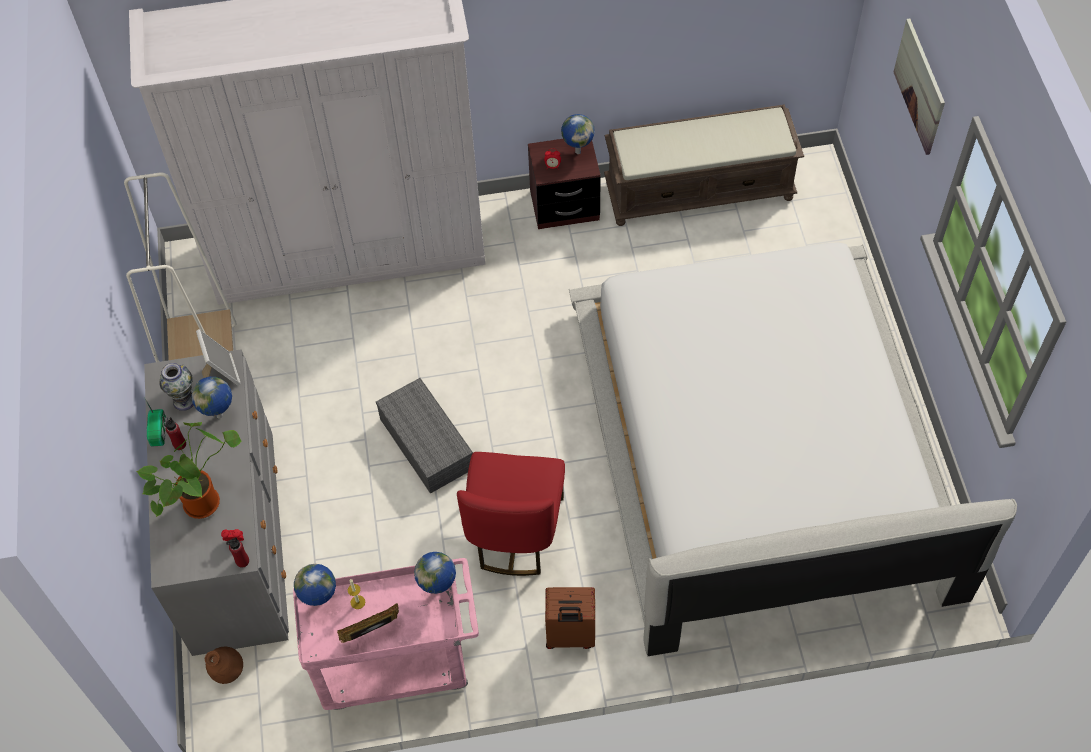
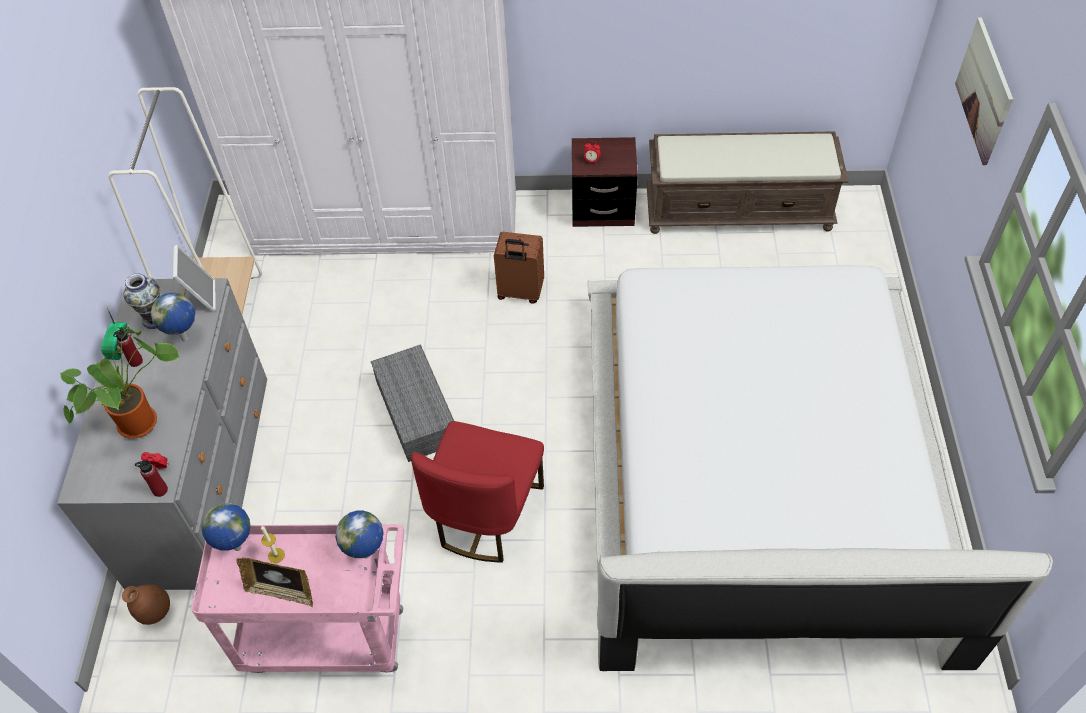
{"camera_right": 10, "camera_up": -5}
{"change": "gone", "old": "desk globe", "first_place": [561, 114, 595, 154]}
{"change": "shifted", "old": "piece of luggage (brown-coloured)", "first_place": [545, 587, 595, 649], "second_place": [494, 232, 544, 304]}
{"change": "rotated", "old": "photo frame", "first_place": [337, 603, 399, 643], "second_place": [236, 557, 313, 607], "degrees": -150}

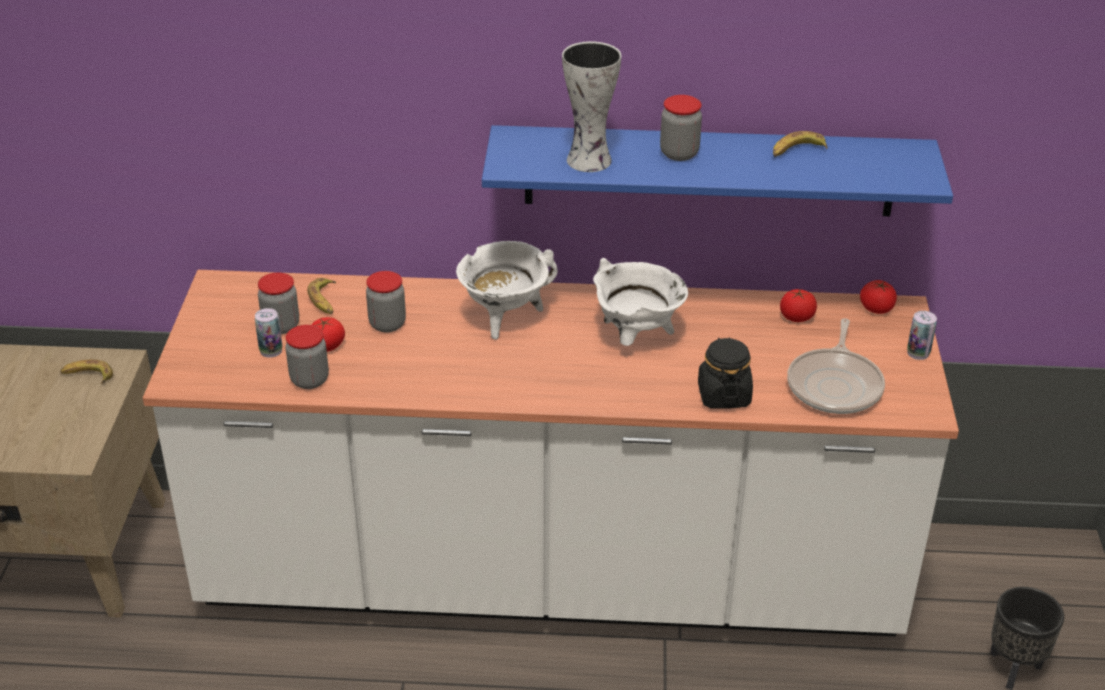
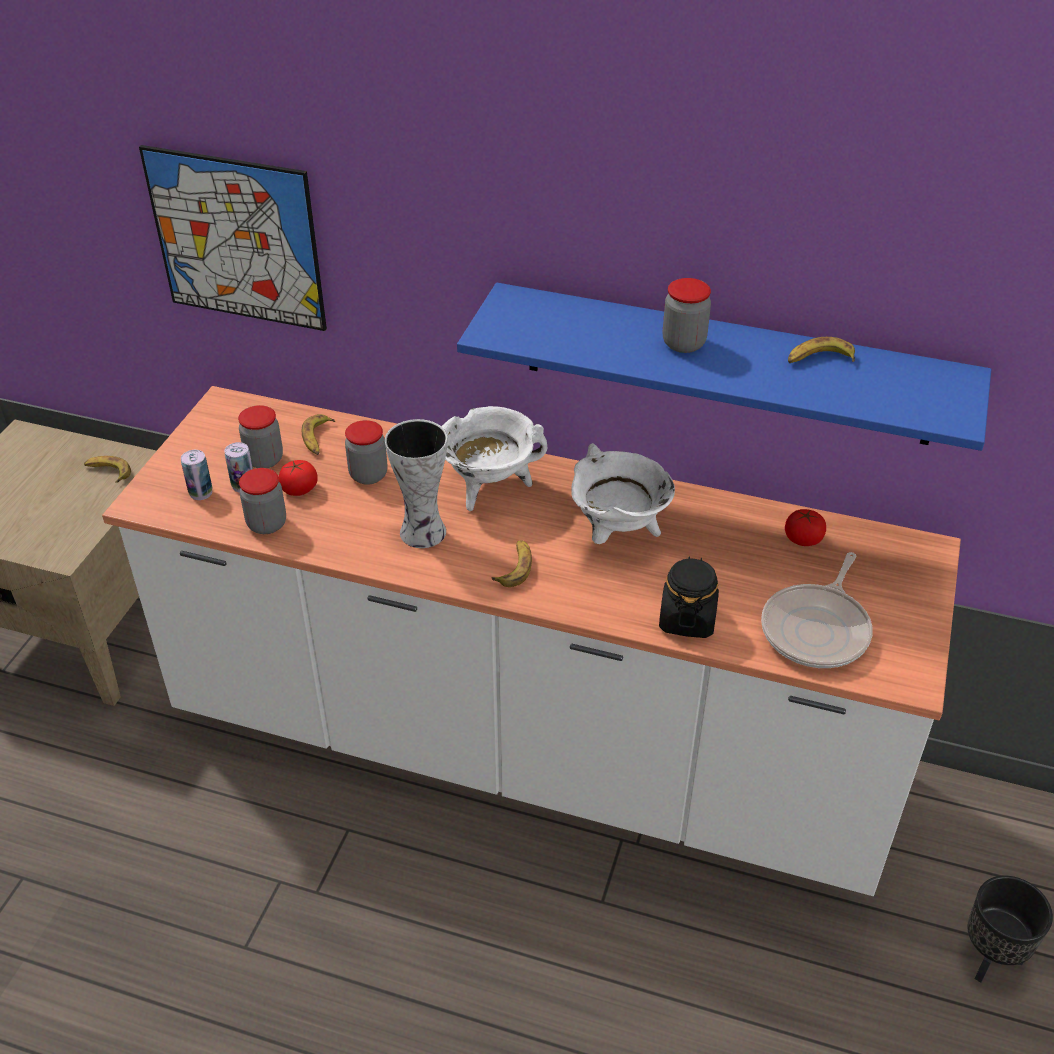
{"camera_right": 15, "camera_up": 5}
{"change": "gone", "old": "fresh tomato", "first_place": [860, 280, 897, 314]}
{"change": "new", "new": "wall art", "second_place": [139, 145, 327, 331]}
{"change": "new", "new": "banana fruit", "second_place": [491, 540, 532, 587]}
{"change": "shifted", "old": "flower vase", "first_place": [562, 41, 622, 172], "second_place": [385, 419, 447, 548]}
{"change": "shifted", "old": "metal can", "first_place": [907, 311, 937, 360], "second_place": [181, 450, 212, 500]}

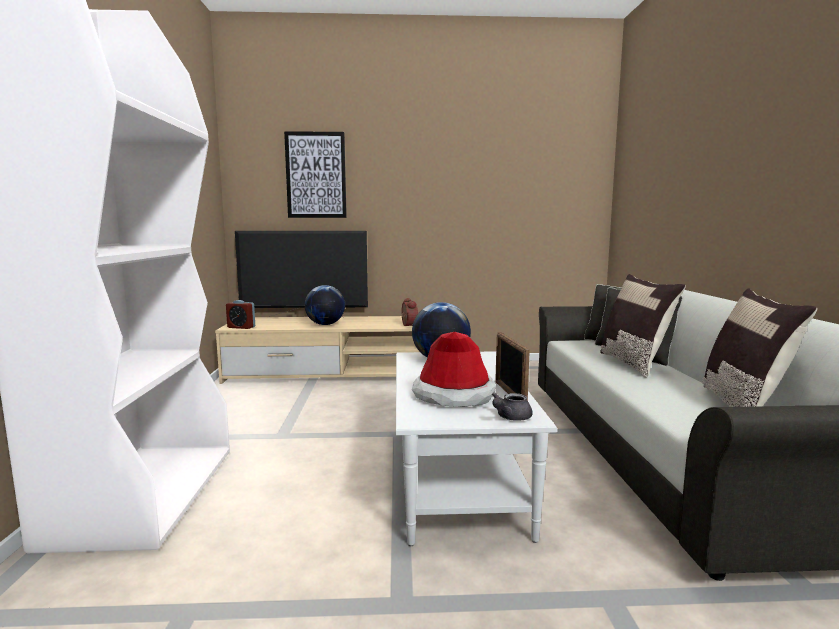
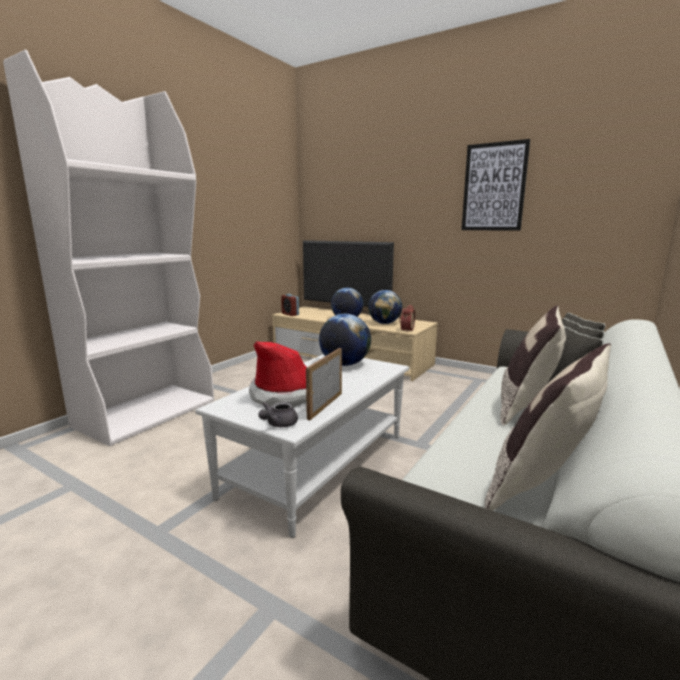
{"camera_right": 35, "camera_up": 5}
{"change": "new", "new": "desk globe", "second_place": [368, 290, 402, 324]}
{"change": "shifted", "old": "wall art", "first_place": [284, 131, 347, 218], "second_place": [462, 139, 530, 231]}
{"change": "rotated", "old": "tea pot (greyish)", "first_place": [492, 392, 533, 421], "second_place": [258, 402, 298, 427], "degrees": -45}

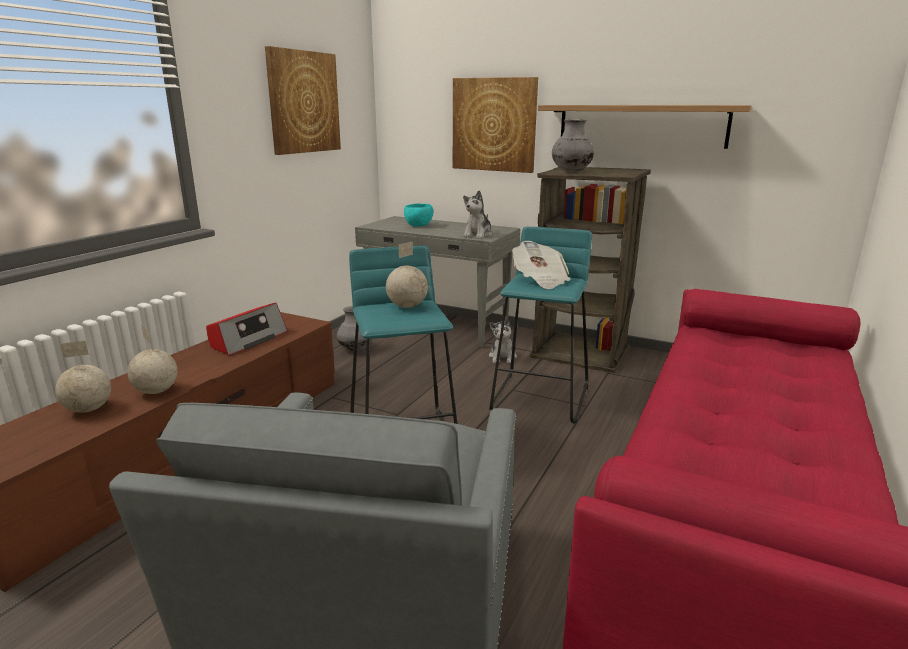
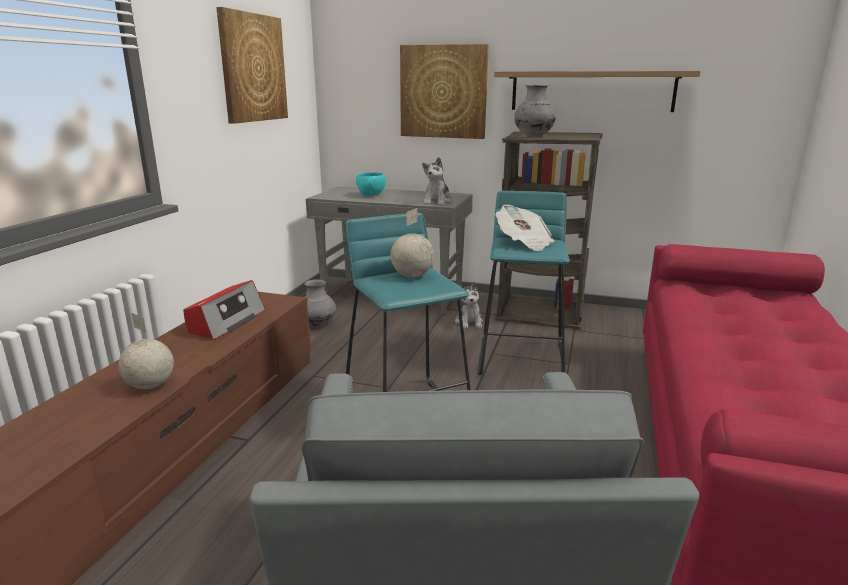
{"camera_right": -10, "camera_up": 0}
{"change": "gone", "old": "desk globe", "first_place": [55, 341, 111, 413]}

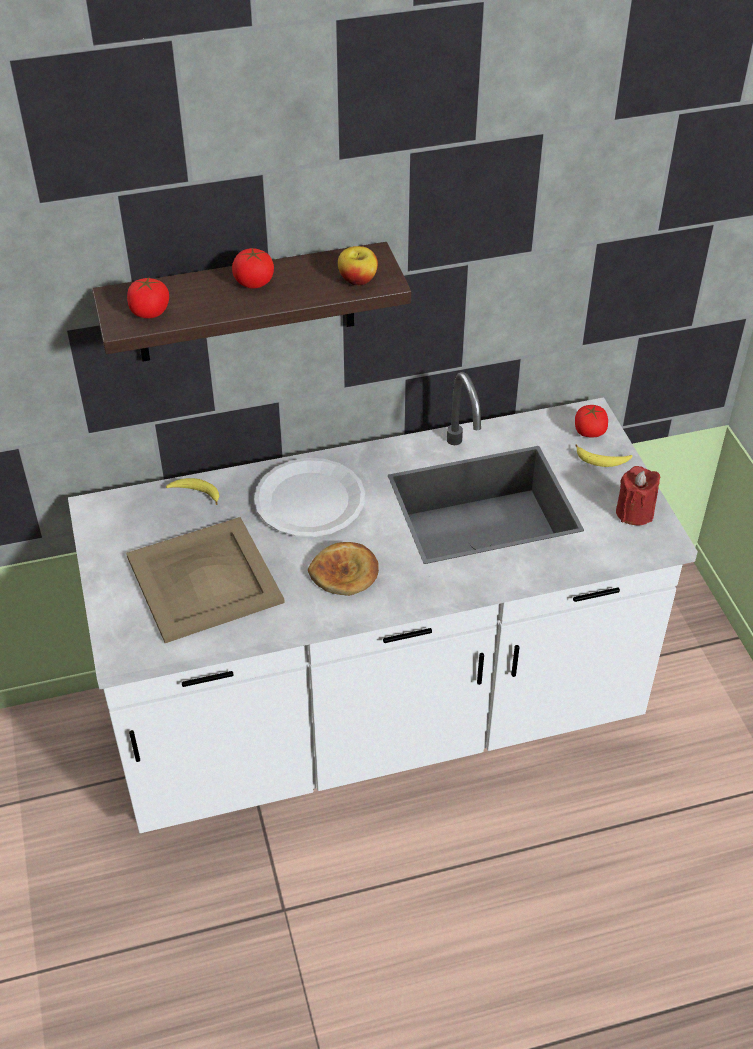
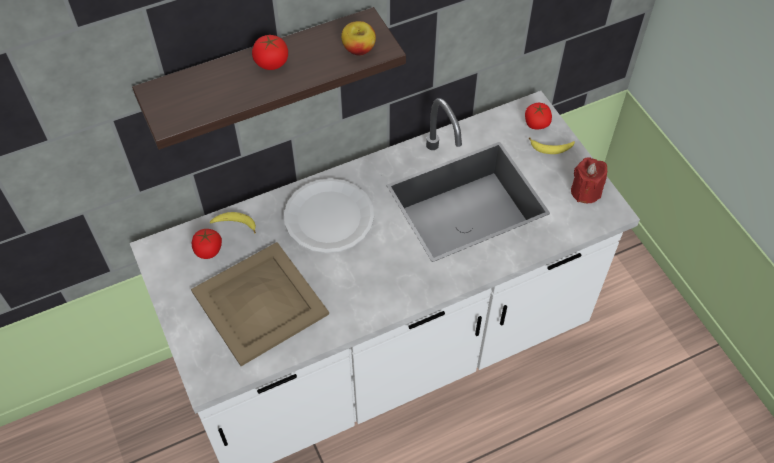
{"camera_right": -10, "camera_up": 10}
{"change": "gone", "old": "bread", "first_place": [308, 542, 379, 596]}
{"change": "shifted", "old": "fresh tomato", "first_place": [127, 277, 169, 319], "second_place": [192, 229, 222, 259]}

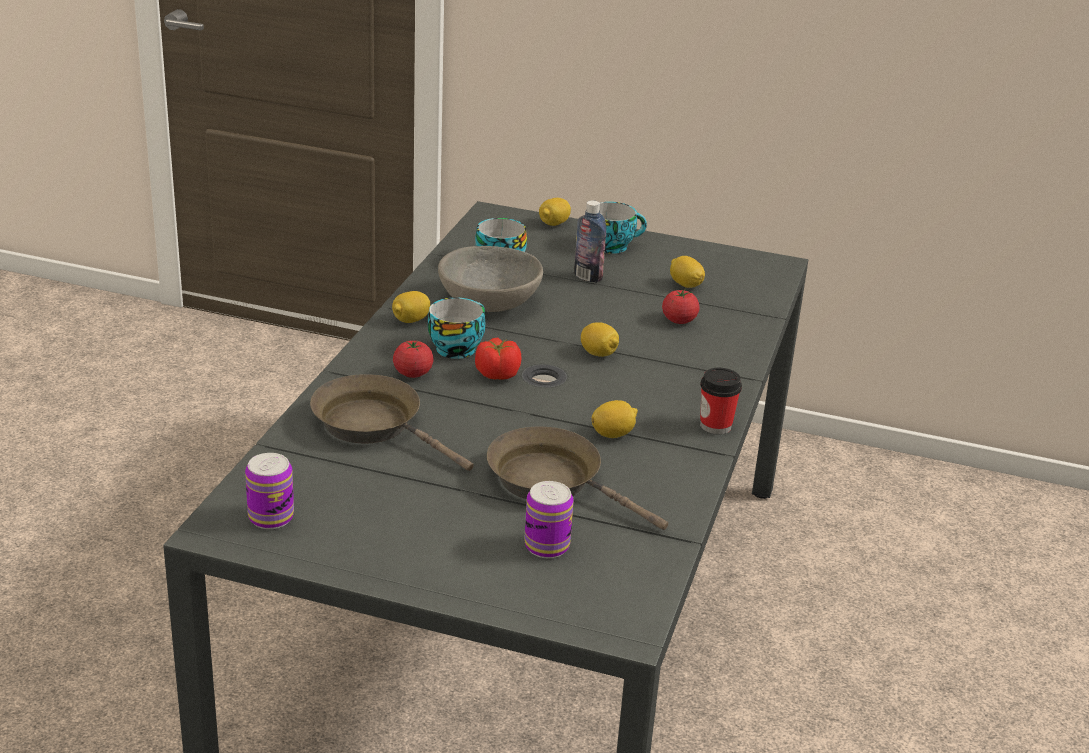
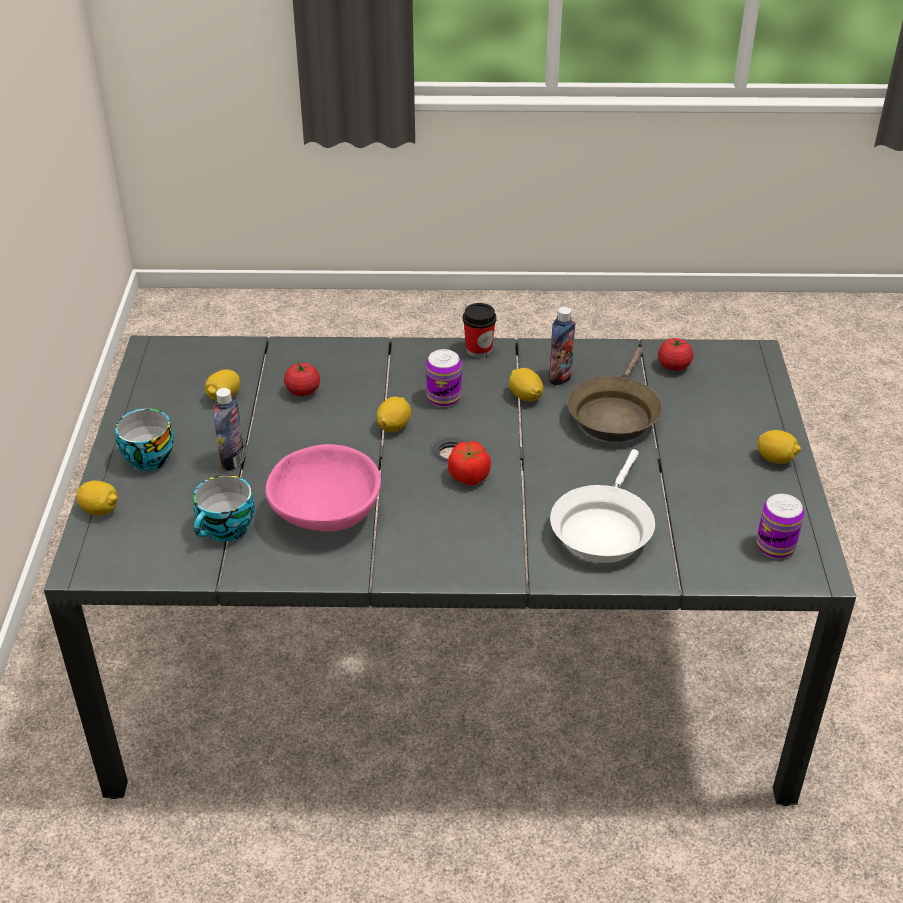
{"camera_right": -105, "camera_up": 10}
{"change": "gone", "old": "small cup", "first_place": [428, 298, 485, 359]}
{"change": "new", "new": "drink bottle", "second_place": [549, 307, 576, 386]}
{"change": "shifted", "old": "citrus fruit", "first_place": [392, 291, 430, 323], "second_place": [757, 430, 801, 464]}
{"change": "shifted", "old": "fresh tomato", "first_place": [393, 341, 434, 378], "second_place": [658, 338, 694, 371]}
{"change": "shifted", "old": "metal can", "first_place": [524, 481, 574, 558], "second_place": [426, 349, 461, 407]}
{"change": "repainted", "old": "skillet (brown-coloured)", "new": "skillet (whitish)", "first_place": [310, 374, 474, 471], "second_place": [550, 449, 655, 563]}
{"change": "repainted", "old": "deep dish (greyish)", "new": "deep dish (pinkish)", "first_place": [438, 246, 543, 312], "second_place": [265, 444, 381, 532]}

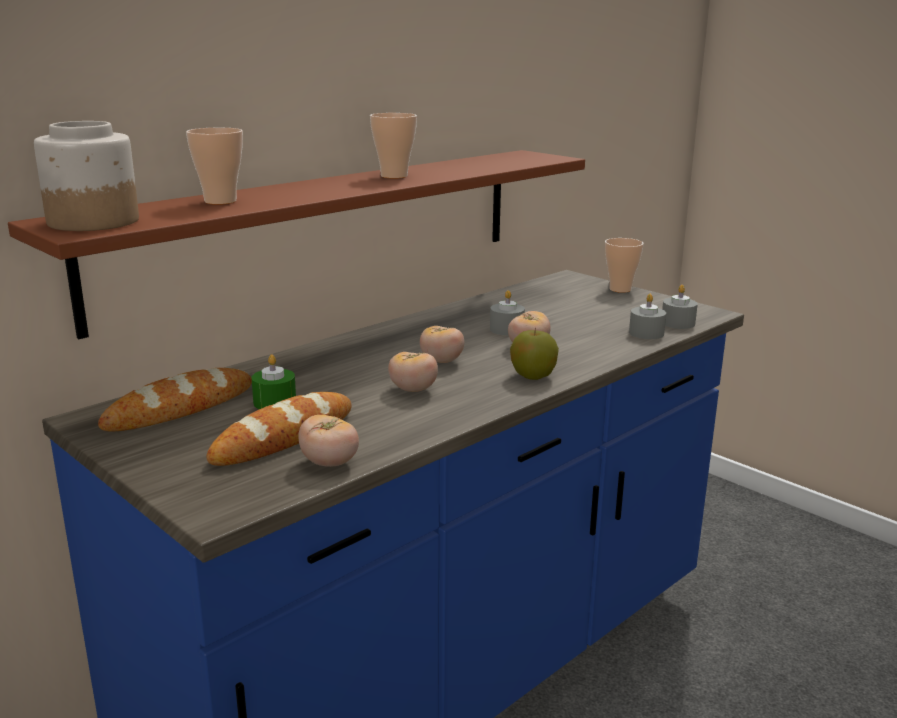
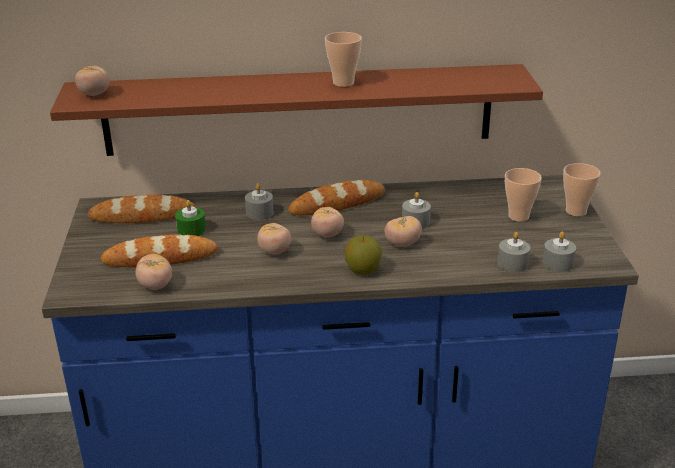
{"camera_right": 40, "camera_up": 10}
{"change": "new", "new": "wax light (greyish)", "second_place": [245, 183, 274, 220]}
{"change": "new", "new": "bread", "second_place": [288, 180, 385, 215]}
{"change": "shifted", "old": "small cup", "first_place": [186, 128, 243, 205], "second_place": [505, 168, 542, 222]}
{"change": "swapped", "old": "storage jar", "new": "fresh tomato", "first_place": [34, 121, 139, 231], "second_place": [75, 66, 110, 96]}

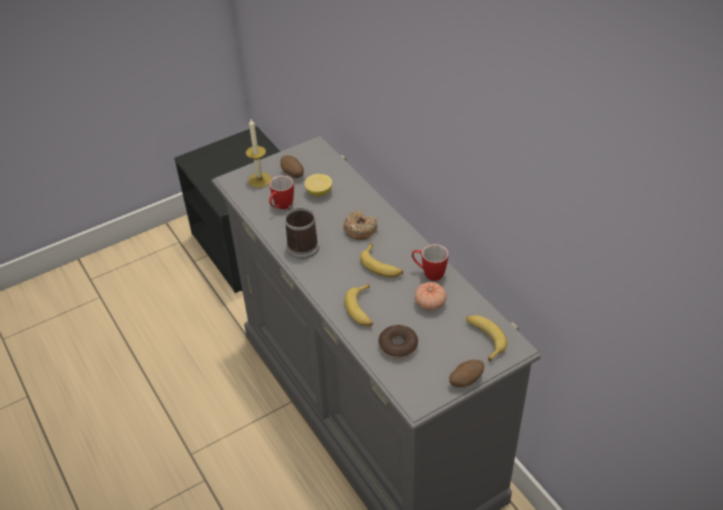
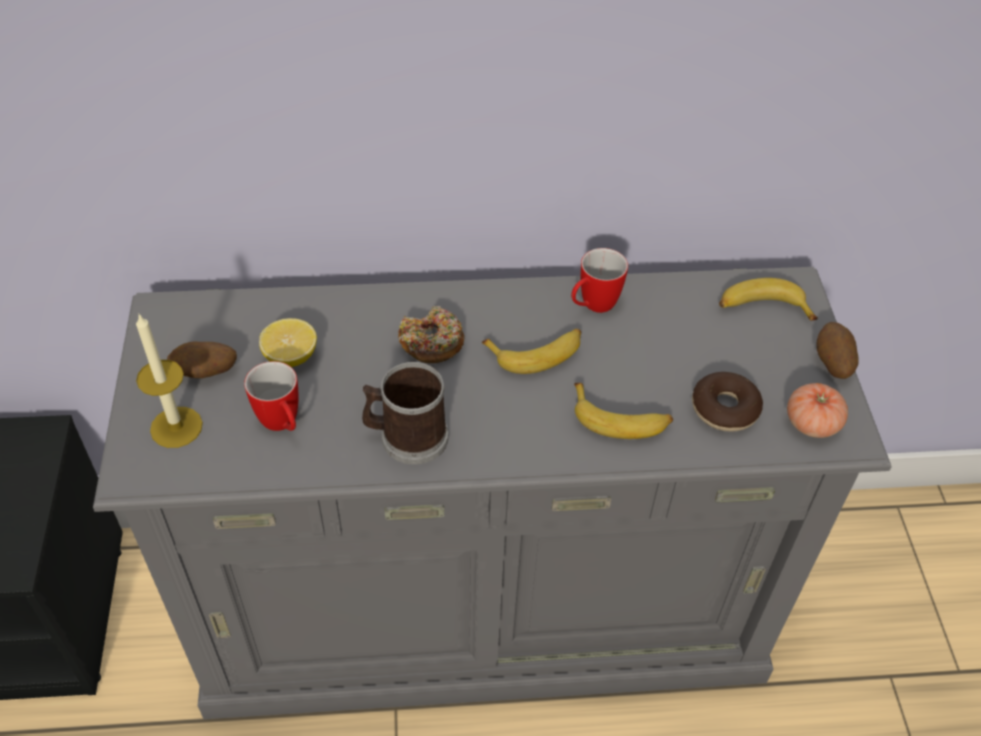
{"camera_right": -65, "camera_up": 5}
{"change": "shifted", "old": "fresh tomato", "first_place": [415, 282, 447, 311], "second_place": [787, 383, 848, 438]}

